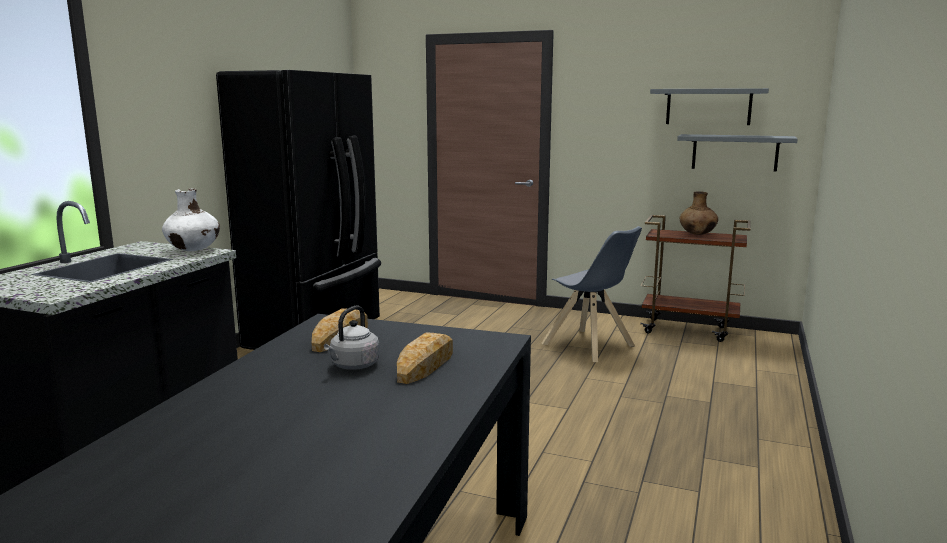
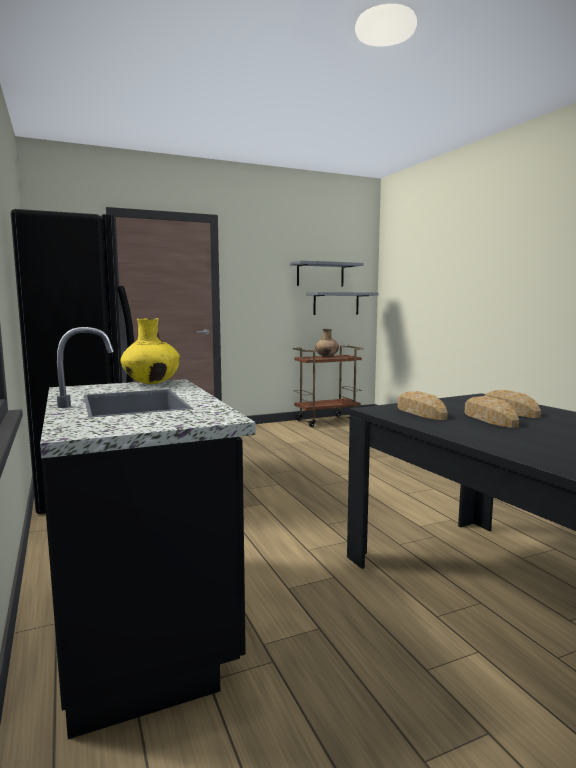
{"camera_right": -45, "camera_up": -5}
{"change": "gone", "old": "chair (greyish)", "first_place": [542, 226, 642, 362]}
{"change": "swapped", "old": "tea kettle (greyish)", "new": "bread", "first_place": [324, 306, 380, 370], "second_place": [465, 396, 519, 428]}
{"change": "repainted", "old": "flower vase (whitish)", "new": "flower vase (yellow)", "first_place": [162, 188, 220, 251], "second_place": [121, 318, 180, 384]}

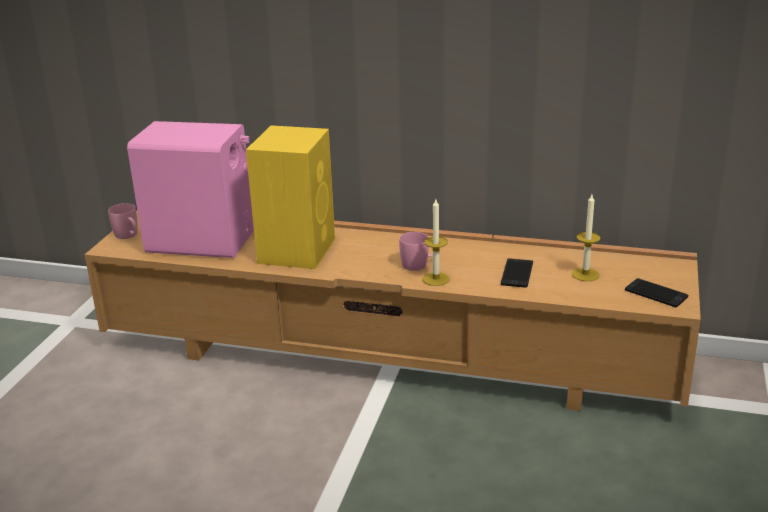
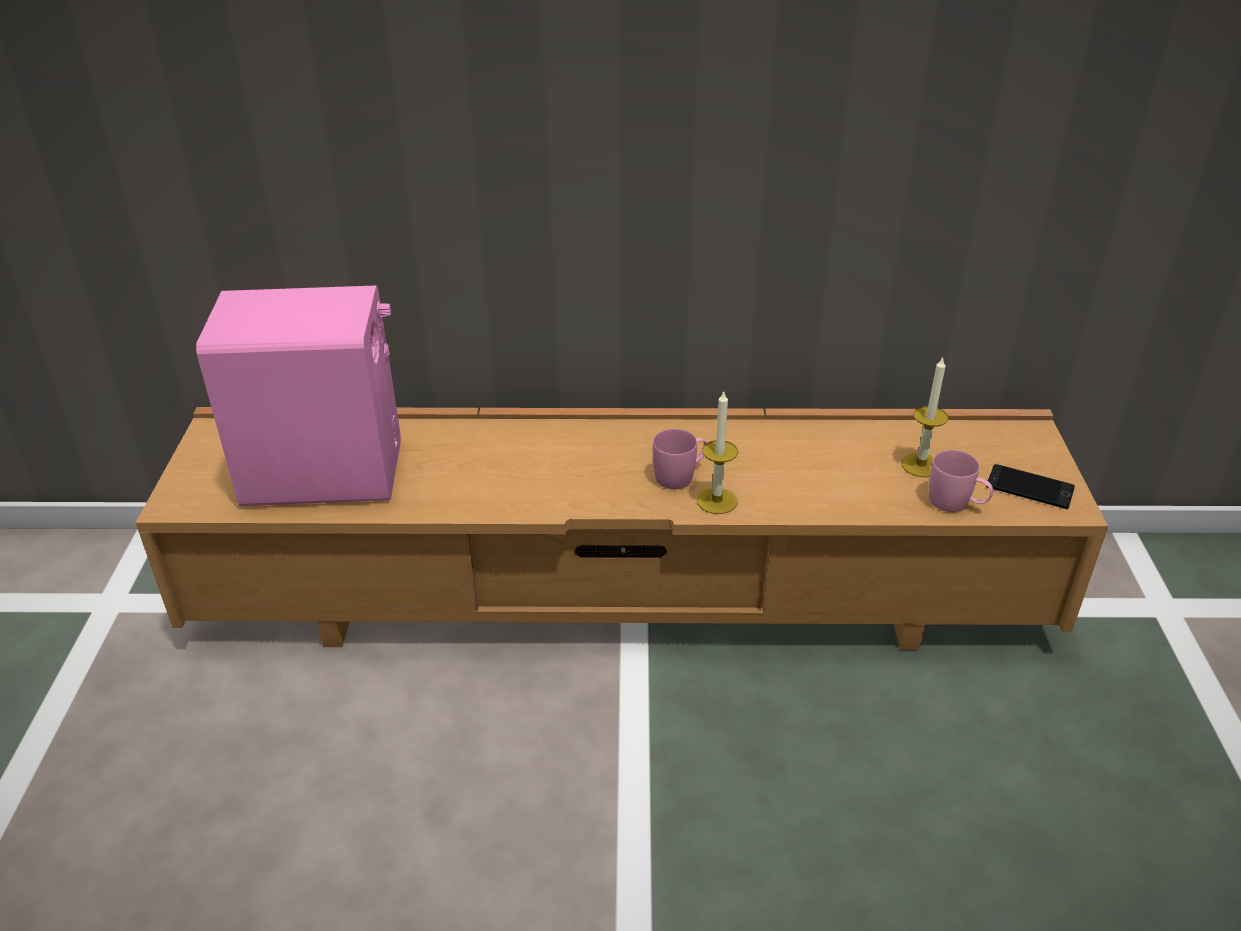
{"camera_right": -15, "camera_up": 10}
{"change": "gone", "old": "audio speaker (yellow)", "first_place": [246, 125, 335, 269]}
{"change": "gone", "old": "telephone", "first_place": [501, 259, 533, 288]}
{"change": "shifted", "old": "tea mug (pinkish)", "first_place": [108, 203, 138, 239], "second_place": [929, 450, 993, 512]}

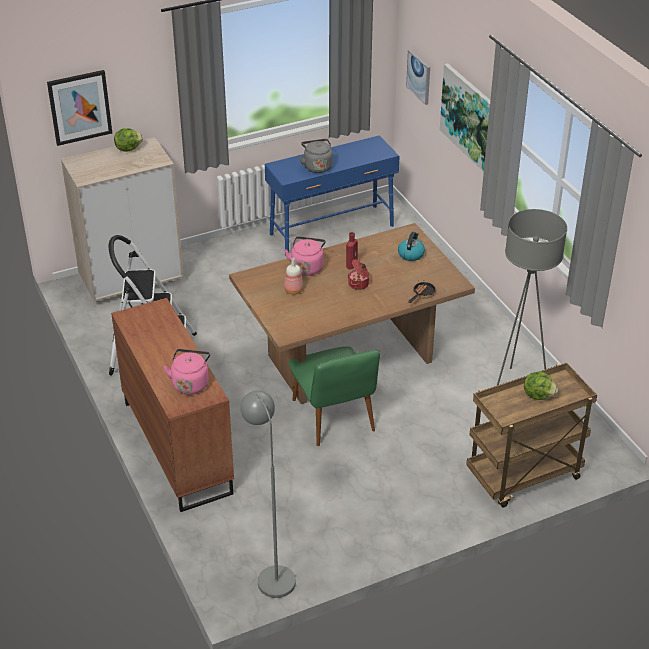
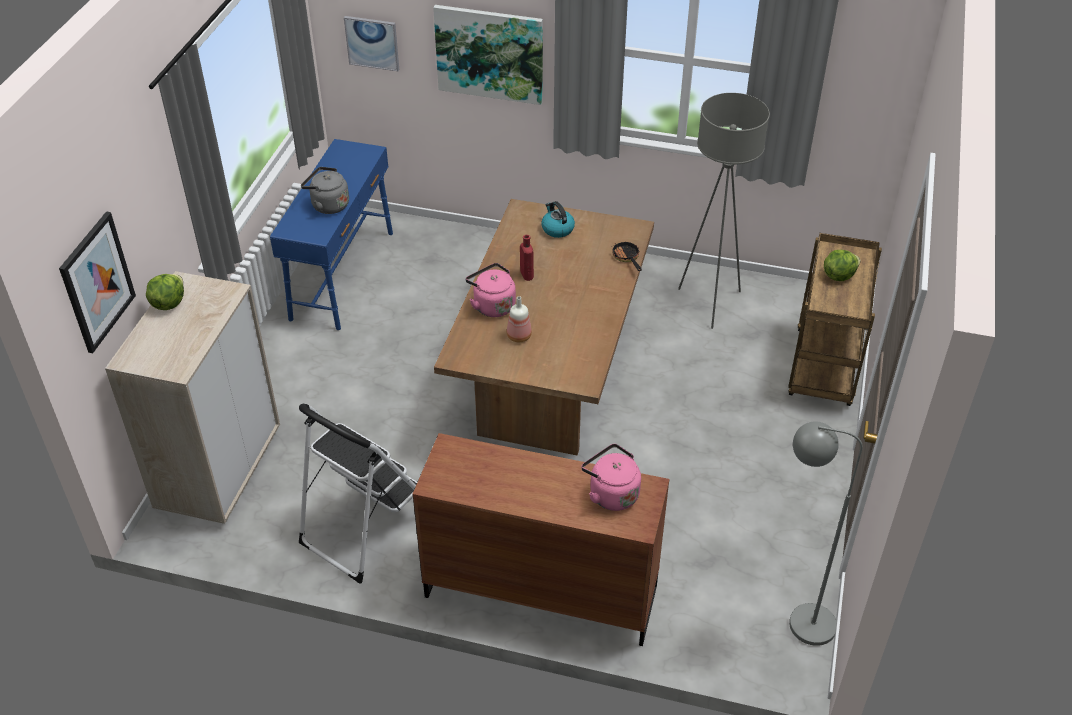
{"camera_right": -50, "camera_up": 5}
{"change": "gone", "old": "chair (green-coloured)", "first_place": [289, 346, 380, 446]}
{"change": "gone", "old": "stockpot", "first_place": [348, 259, 369, 290]}

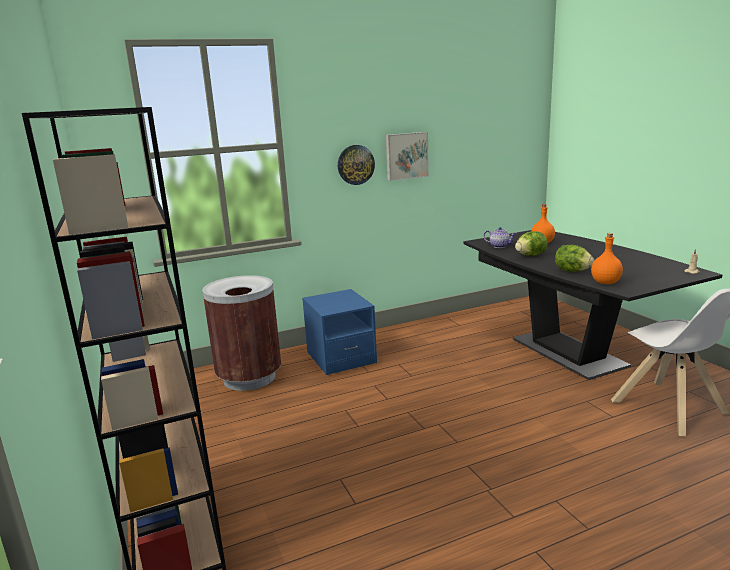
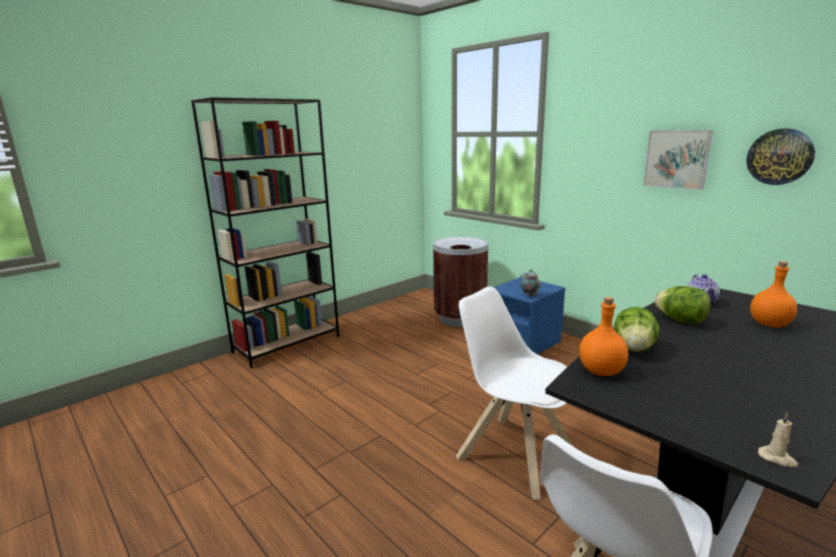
{"camera_right": 70, "camera_up": 0}
{"change": "new", "new": "chair (whitish)", "second_place": [456, 287, 573, 500]}
{"change": "new", "new": "tea pot", "second_place": [520, 269, 540, 296]}
{"change": "shifted", "old": "hanging clock", "first_place": [338, 145, 375, 185], "second_place": [747, 129, 815, 185]}

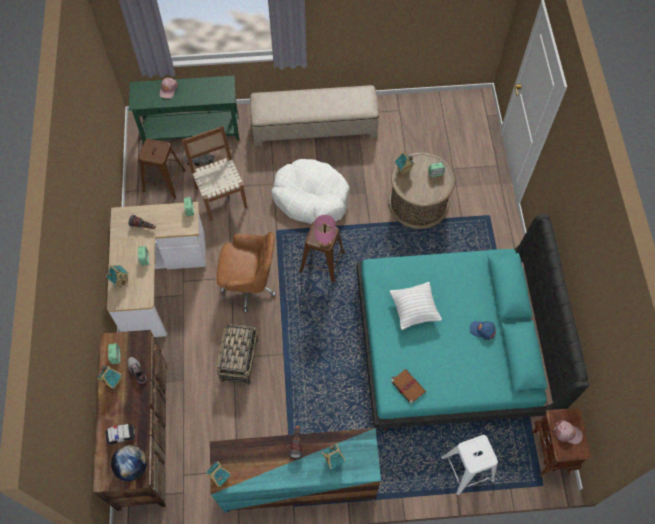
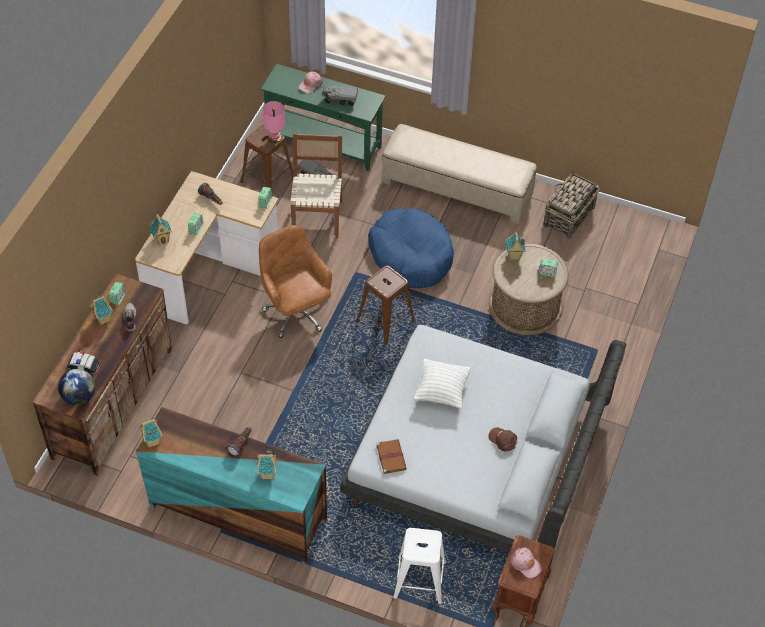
{"camera_right": 25, "camera_up": -10}
{"change": "new", "new": "toy lorry", "second_place": [322, 86, 358, 106]}
{"change": "shifted", "old": "basket", "first_place": [216, 323, 258, 385], "second_place": [543, 171, 600, 239]}
{"change": "shifted", "old": "tabletop lamp (pinkish)", "first_place": [314, 215, 335, 248], "second_place": [263, 101, 285, 143]}
{"change": "repainted", "old": "dog bed (whitish)", "new": "dog bed (bluish)", "first_place": [271, 159, 350, 224], "second_place": [369, 208, 454, 288]}
{"change": "repainted", "old": "bedroom bed (turquoise)", "new": "bedroom bed (greyish)", "first_place": [356, 214, 589, 431], "second_place": [340, 325, 626, 567]}
{"change": "repainted", "old": "peaked cap (bluish)", "new": "peaked cap (brown-coloured)", "first_place": [470, 321, 496, 340], "second_place": [488, 428, 517, 451]}
{"change": "rotated", "old": "desk chair (brown-coloured)", "first_place": [216, 232, 276, 313], "second_place": [259, 225, 332, 338], "degrees": -150}

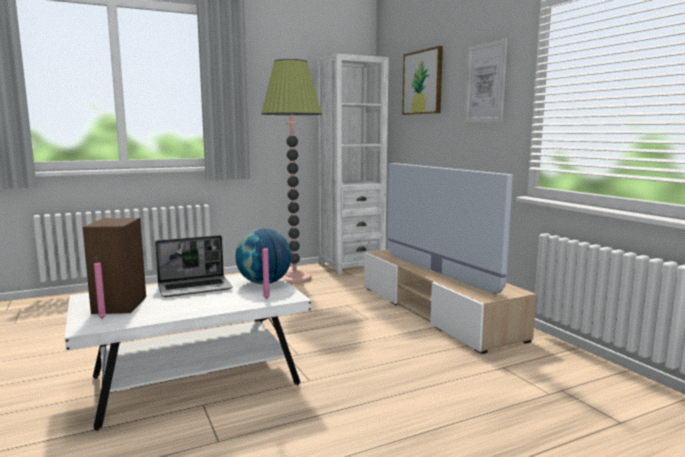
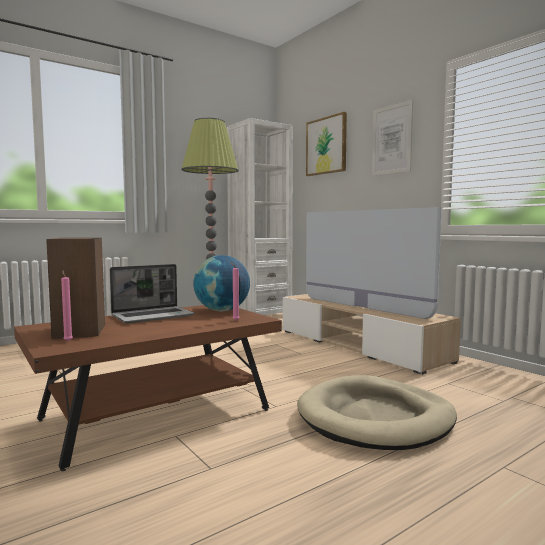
{"camera_right": -10, "camera_up": -5}
{"change": "new", "new": "dog bed (sand-coloured)", "second_place": [297, 375, 457, 450]}
{"change": "repainted", "old": "low table (whitish)", "new": "low table (brown-coloured)", "first_place": [65, 274, 311, 431], "second_place": [14, 305, 282, 471]}

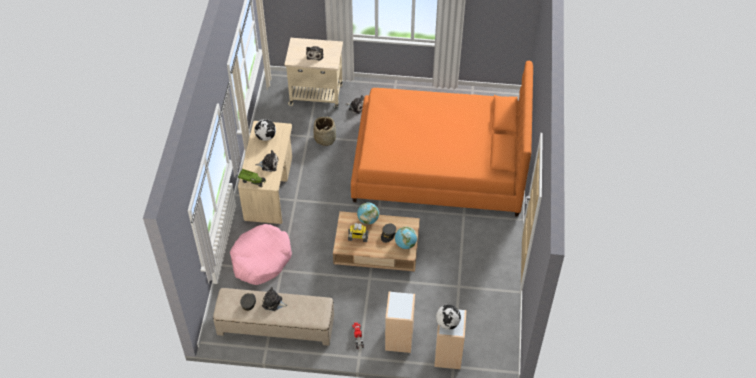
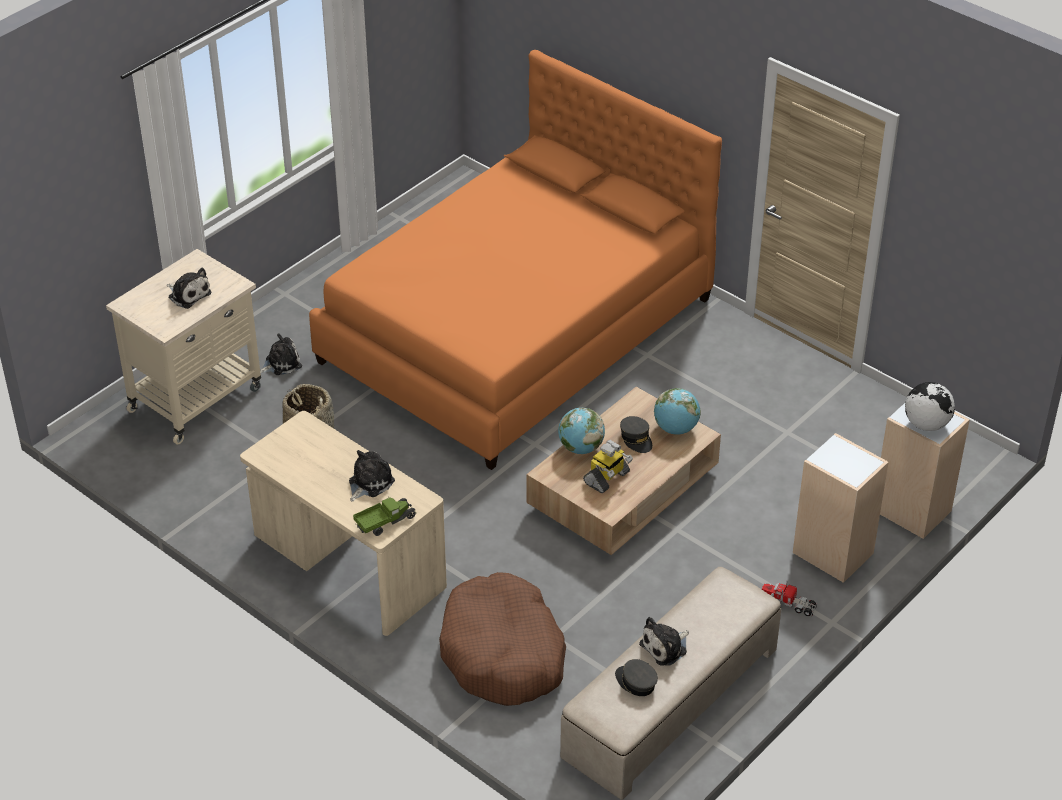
{"camera_right": -55, "camera_up": -10}
{"change": "gone", "old": "desk globe", "first_place": [254, 119, 276, 141]}
{"change": "repainted", "old": "dog bed (pinkish)", "new": "dog bed (brown-coloured)", "first_place": [230, 224, 292, 285], "second_place": [439, 572, 566, 706]}

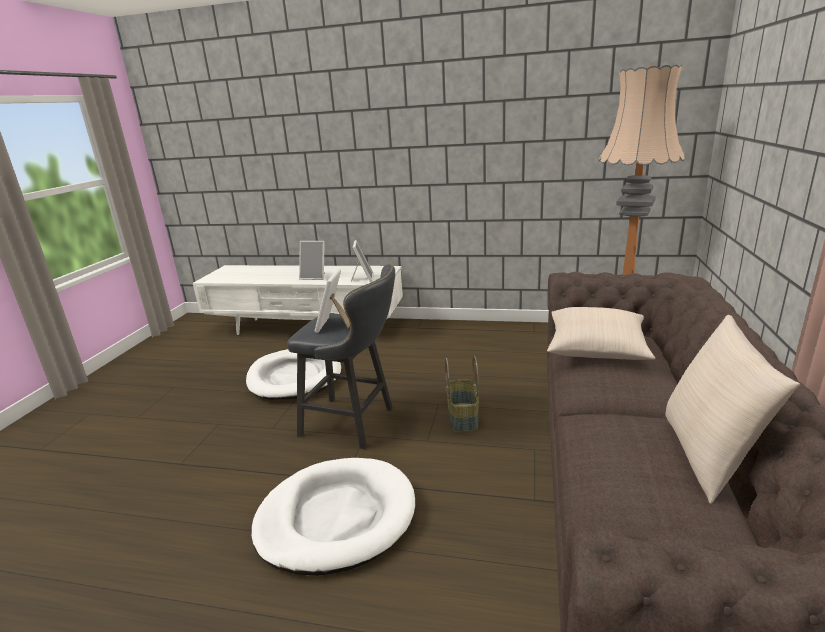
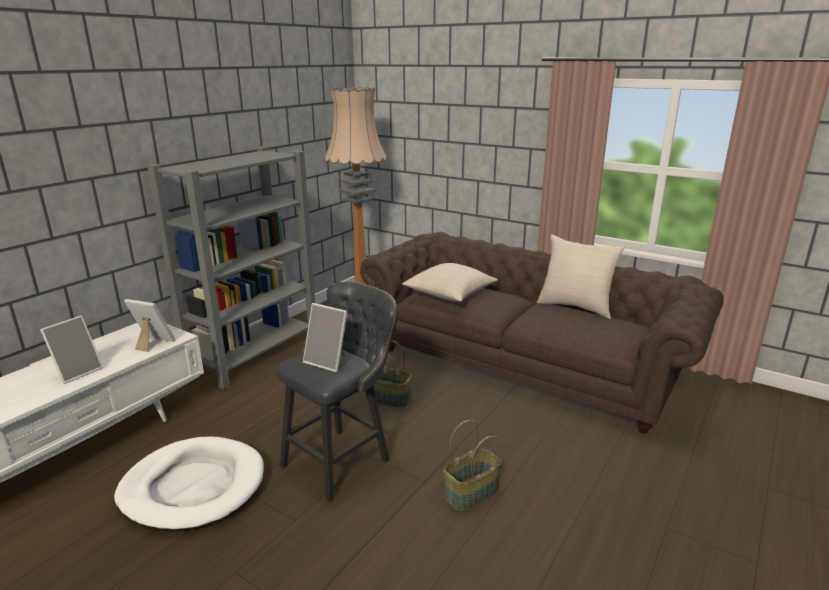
{"camera_right": -70, "camera_up": 0}
{"change": "new", "new": "shelving unit (greyish)", "second_place": [147, 146, 315, 389]}
{"change": "swapped", "old": "dog bed (whitish)", "new": "basket", "first_place": [252, 458, 415, 576], "second_place": [443, 420, 502, 511]}

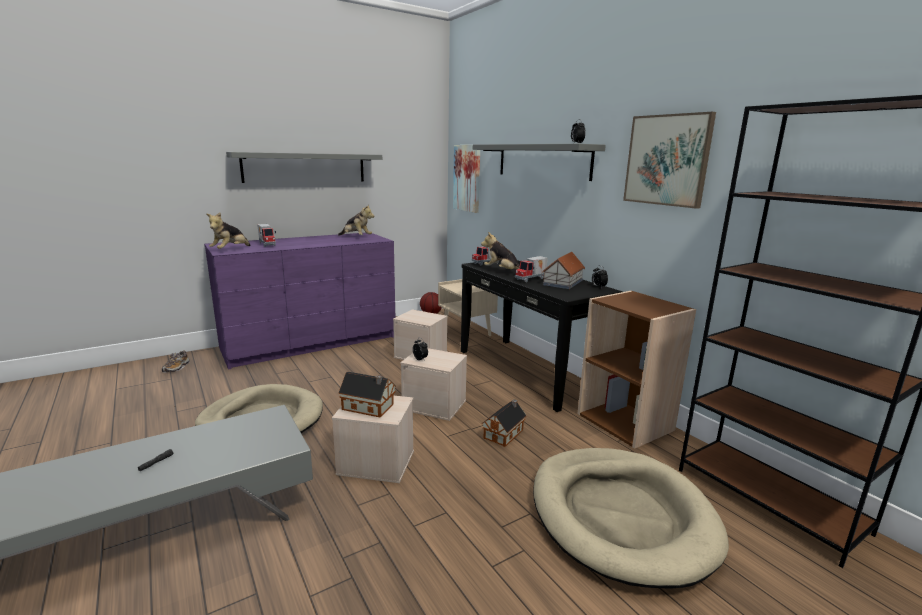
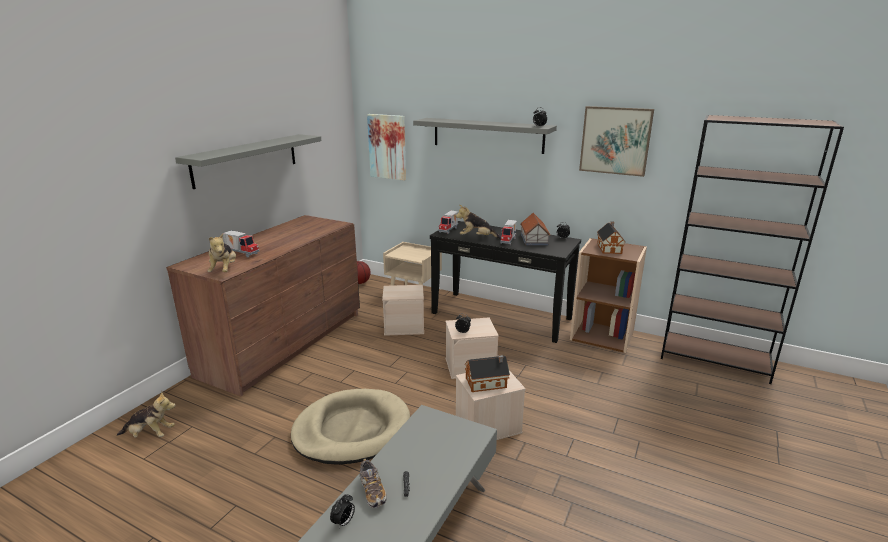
{"camera_right": -30, "camera_up": 5}
{"change": "gone", "old": "dog bed (sand-coloured)", "first_place": [533, 448, 729, 589]}
{"change": "new", "new": "alarm clock", "second_place": [330, 494, 355, 529]}
{"change": "shifted", "old": "low shoe", "first_place": [162, 350, 190, 373], "second_place": [360, 459, 387, 508]}
{"change": "shifted", "old": "plush toy", "first_place": [338, 204, 375, 236], "second_place": [117, 391, 176, 438]}
{"change": "shifted", "old": "toy house", "first_place": [483, 399, 527, 447], "second_place": [597, 222, 625, 254]}
{"change": "repainted", "old": "drawer chest (purplish)", "new": "drawer chest (brown-coloured)", "first_place": [204, 233, 395, 370], "second_place": [166, 215, 360, 397]}

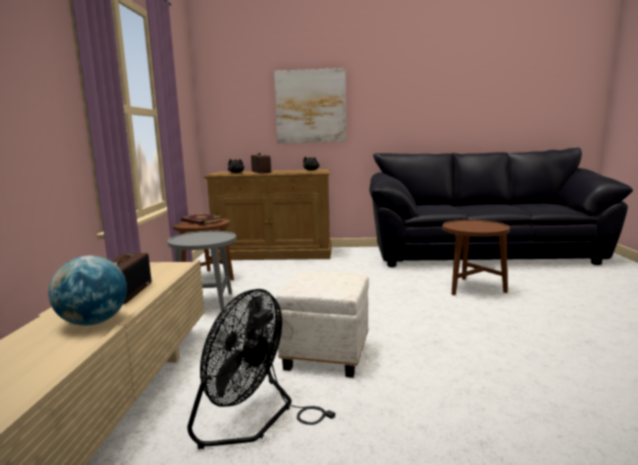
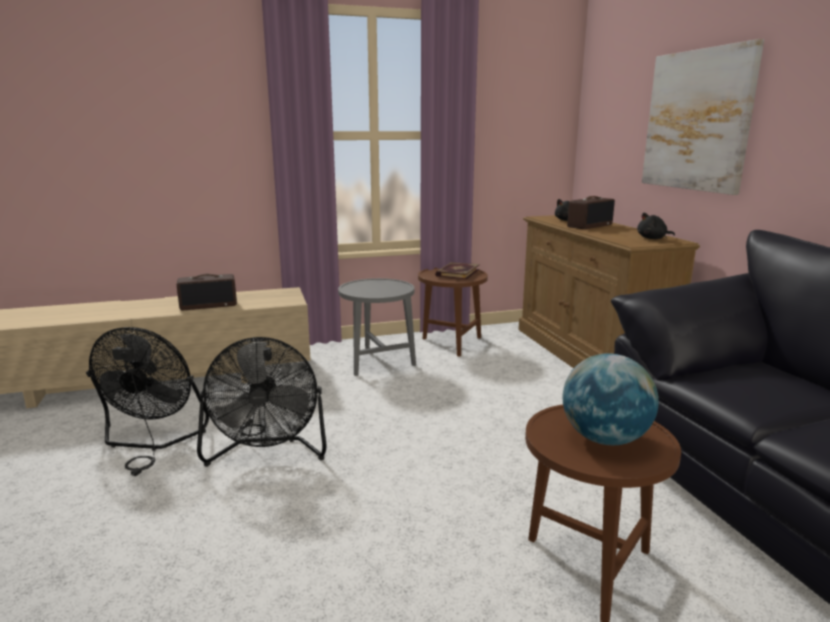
{"camera_right": 70, "camera_up": 5}
{"change": "shifted", "old": "desk globe", "first_place": [48, 256, 127, 326], "second_place": [563, 353, 659, 445]}
{"change": "swapped", "old": "footrest (whitish)", "new": "cooling fan (black)", "first_place": [275, 271, 369, 378], "second_place": [197, 337, 326, 467]}

